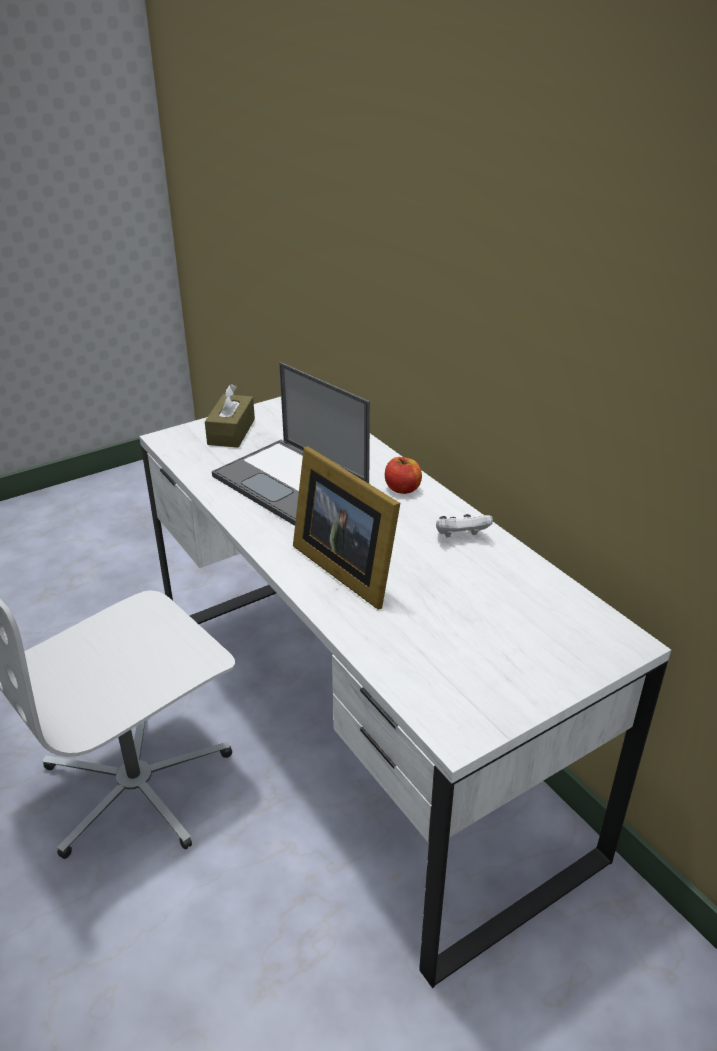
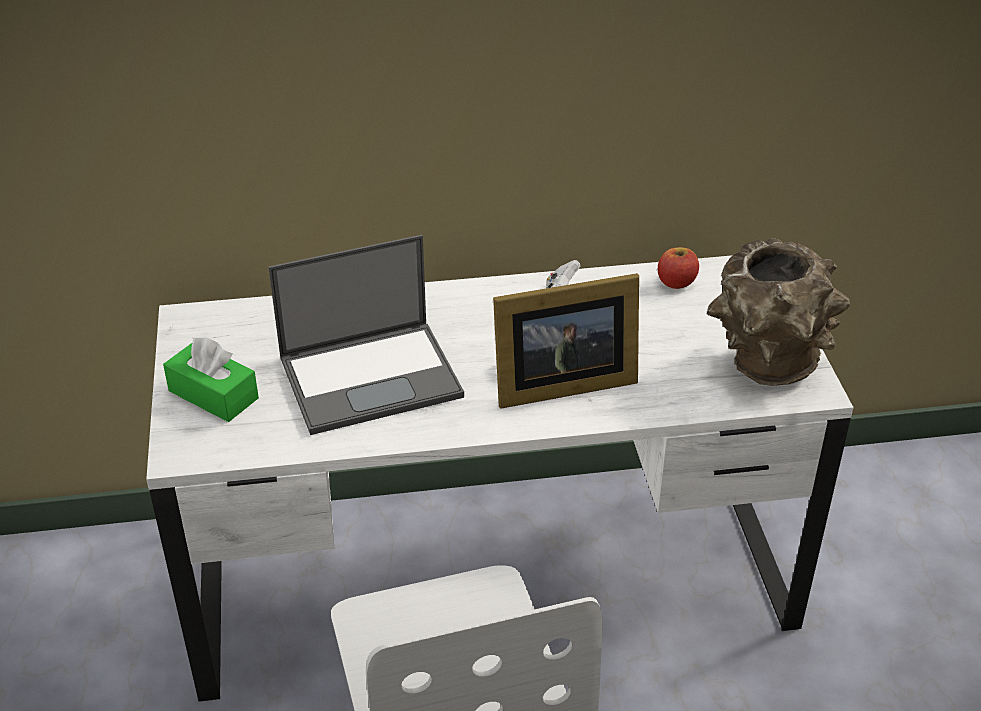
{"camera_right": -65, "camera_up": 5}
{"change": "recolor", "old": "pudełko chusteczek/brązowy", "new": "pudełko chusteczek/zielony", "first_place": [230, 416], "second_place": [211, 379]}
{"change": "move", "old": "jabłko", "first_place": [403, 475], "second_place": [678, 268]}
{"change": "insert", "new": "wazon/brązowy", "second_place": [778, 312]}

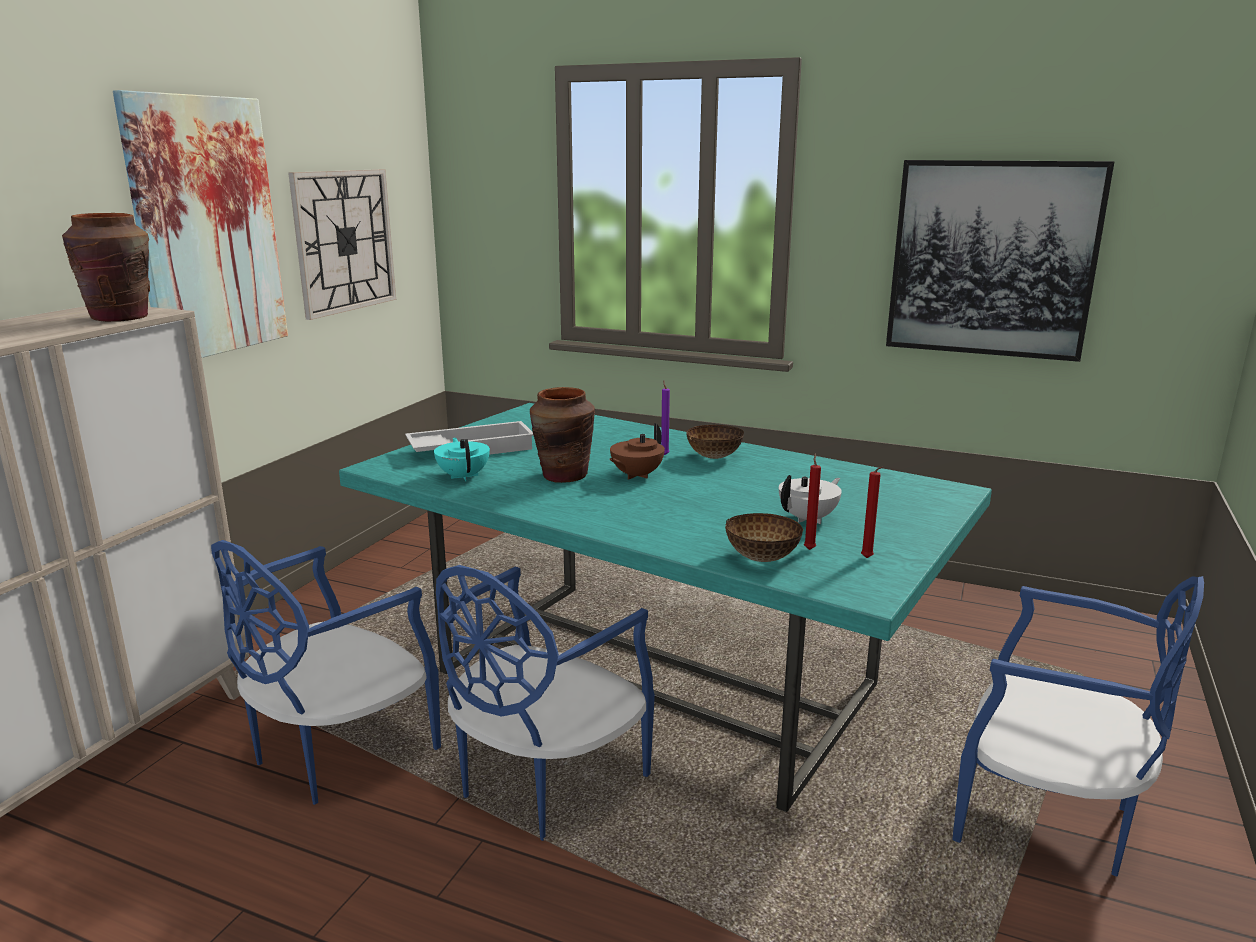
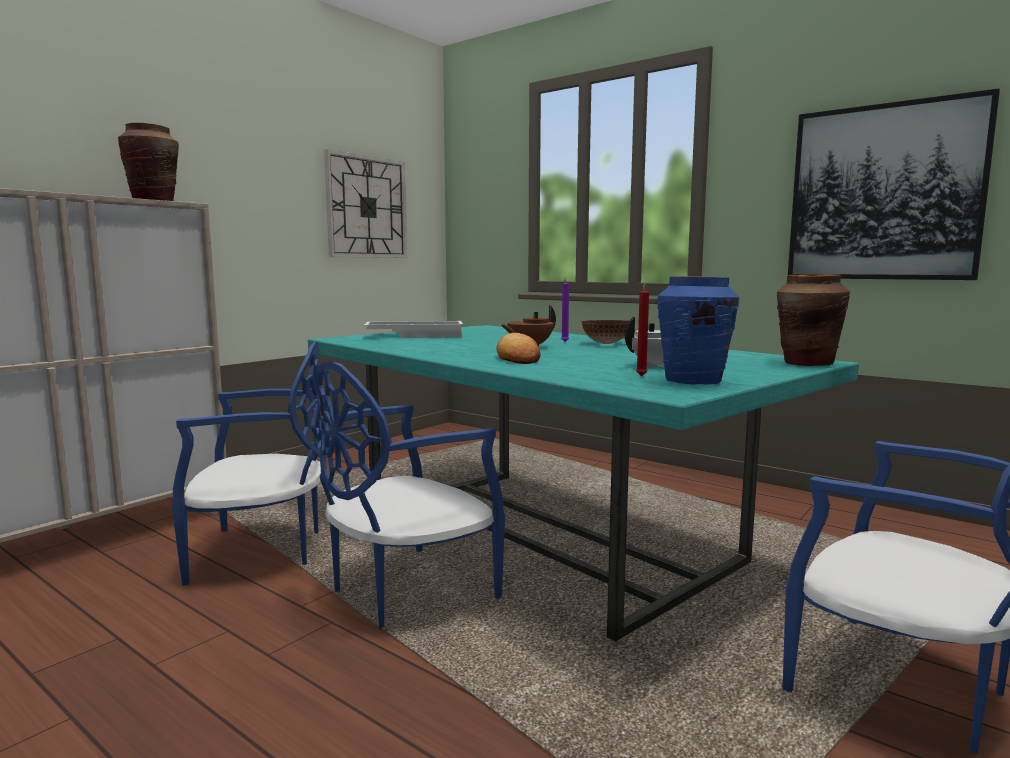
{"camera_right": 15, "camera_up": -10}
{"change": "rotate", "old": "krzesło/niebieski", "first_place": [326, 672], "second_place": [247, 463], "degrees": -150}
{"change": "insert", "new": "chleb", "second_place": [518, 348]}
{"change": "replace", "old": "świeca/czerwony", "new": "wazon/niebieski", "first_place": [872, 512], "second_place": [698, 330]}
{"change": "move", "old": "wazon/brązowy", "first_place": [562, 435], "second_place": [813, 320]}
{"change": "delete", "old": "obraz", "first_place": [200, 224]}
{"change": "delete", "old": "imbryk/turkusowy", "first_place": [462, 459]}
{"change": "delete", "old": "miska", "first_place": [764, 537]}

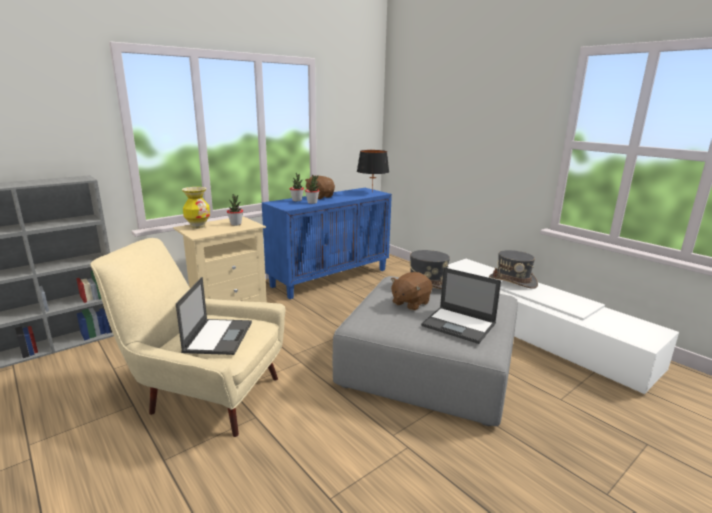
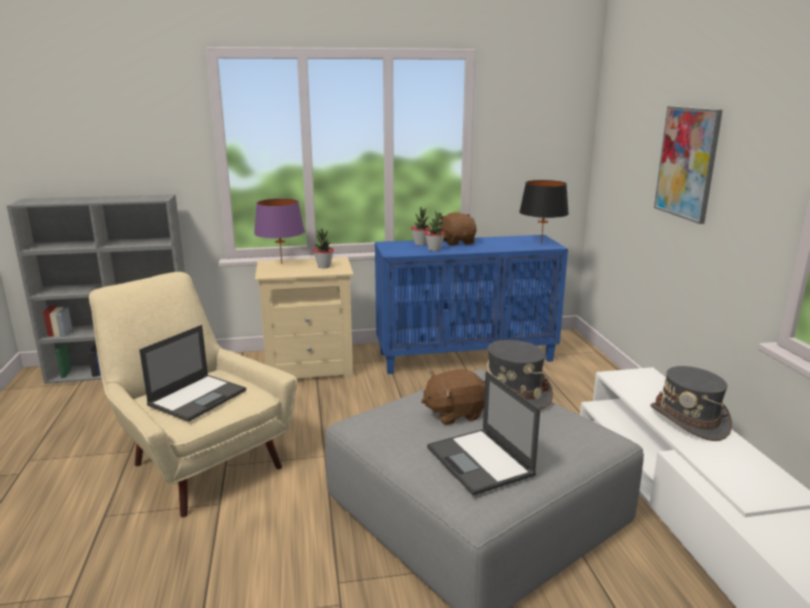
{"camera_right": 30, "camera_up": 0}
{"change": "replace", "old": "wazon", "new": "lampa stołowa/fioletowy", "first_place": [196, 208], "second_place": [279, 231]}
{"change": "insert", "new": "obraz", "second_place": [688, 165]}

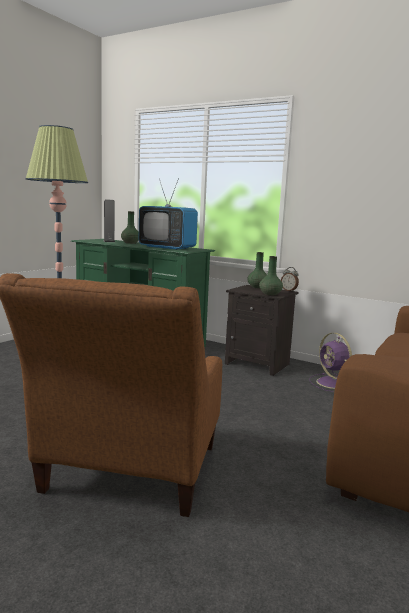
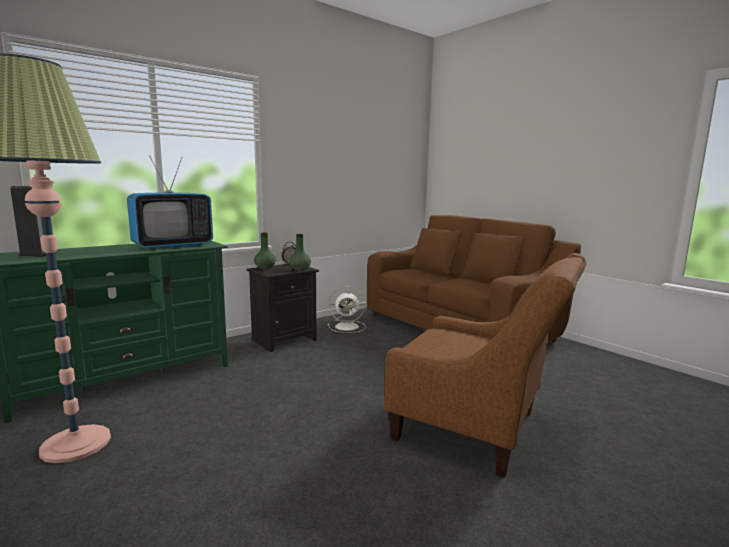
{"camera_right": -70, "camera_up": 0}
{"change": "recolor", "old": "wentylator/fioletowy", "new": "wentylator/biały", "first_place": [330, 362], "second_place": [347, 309]}
{"change": "delete", "old": "wazon/zielony", "first_place": [130, 227]}

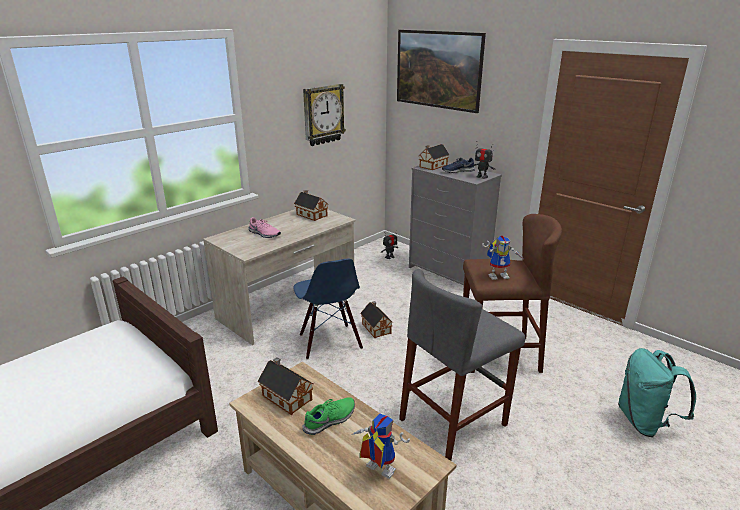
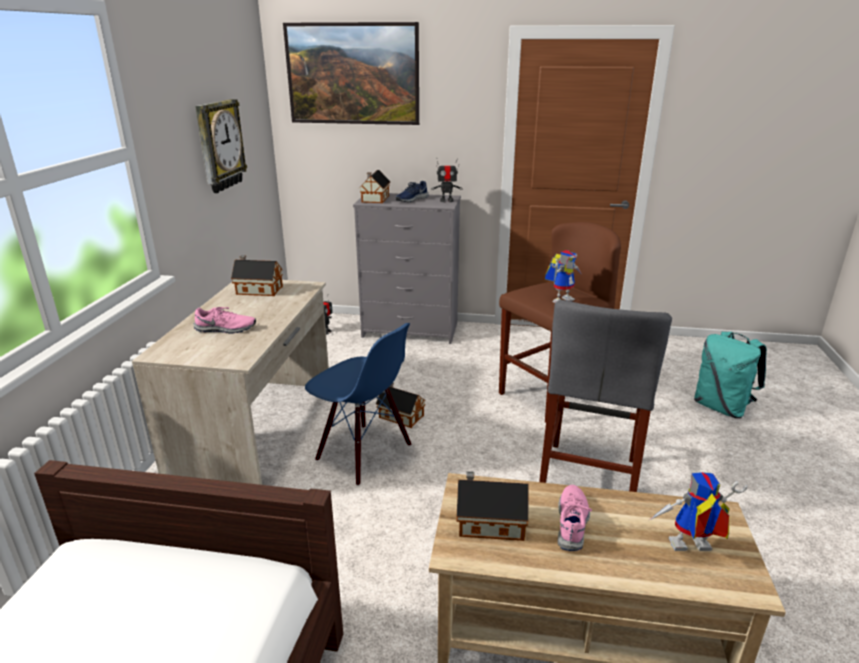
{"camera_right": -35, "camera_up": 0}
{"change": "recolor", "old": "but/zielony", "new": "but/różowy", "first_place": [328, 416], "second_place": [575, 518]}

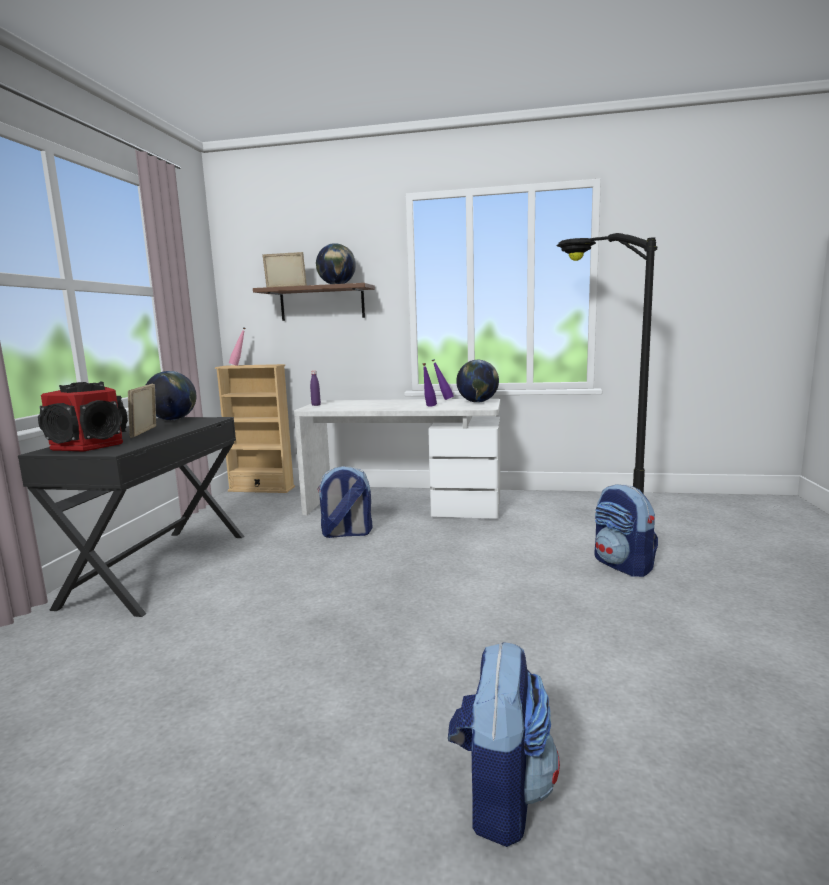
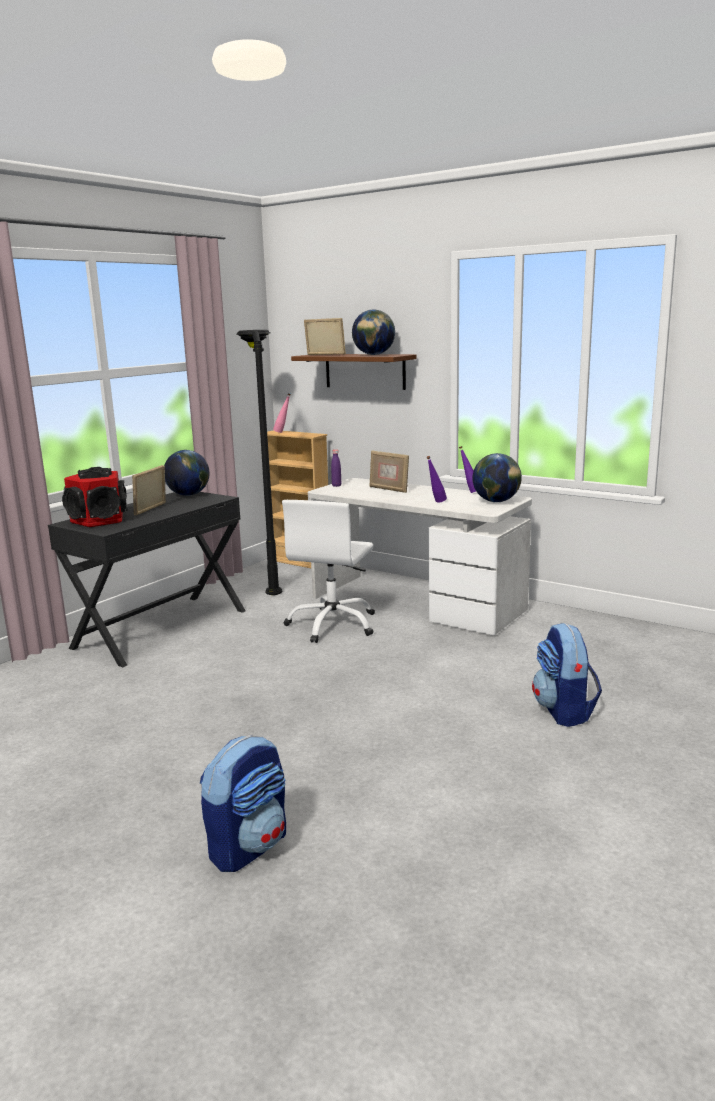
{"camera_right": 25, "camera_up": 5}
{"change": "move", "old": "lampa stojąca/czarny", "first_place": [606, 363], "second_place": [259, 462]}
{"change": "replace", "old": "plecak", "new": "krzesło biurowe/biały", "first_place": [345, 502], "second_place": [328, 571]}
{"change": "insert", "new": "ramka na zdjęcie", "second_place": [389, 472]}

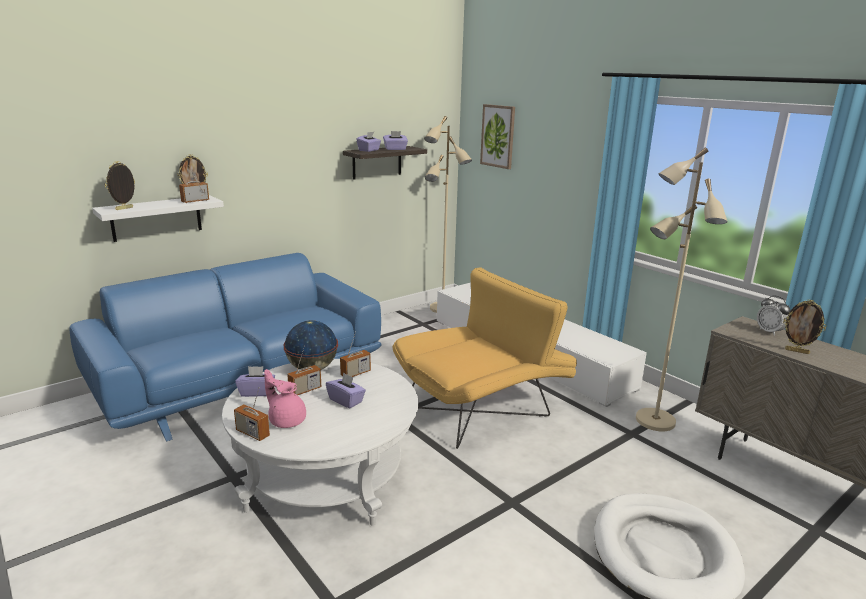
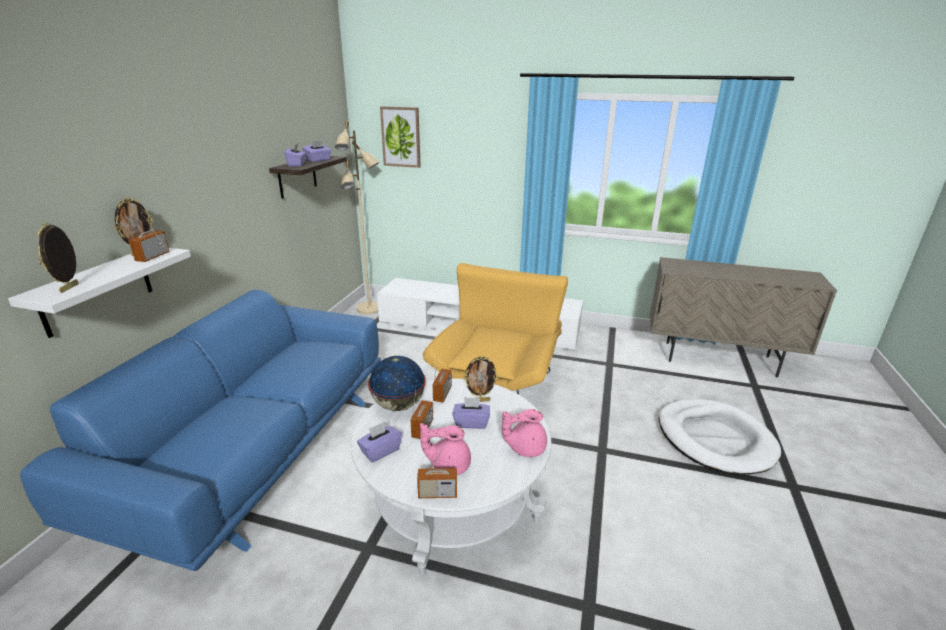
{"camera_right": -35, "camera_up": 5}
{"change": "move", "old": "ramka na zdjęcie", "first_place": [805, 327], "second_place": [481, 379]}
{"change": "insert", "new": "imbryk/różowy", "second_place": [524, 433]}
{"change": "delete", "old": "lampa stojąca/beżowy", "first_place": [681, 289]}
{"change": "delete", "old": "budzik", "first_place": [773, 315]}

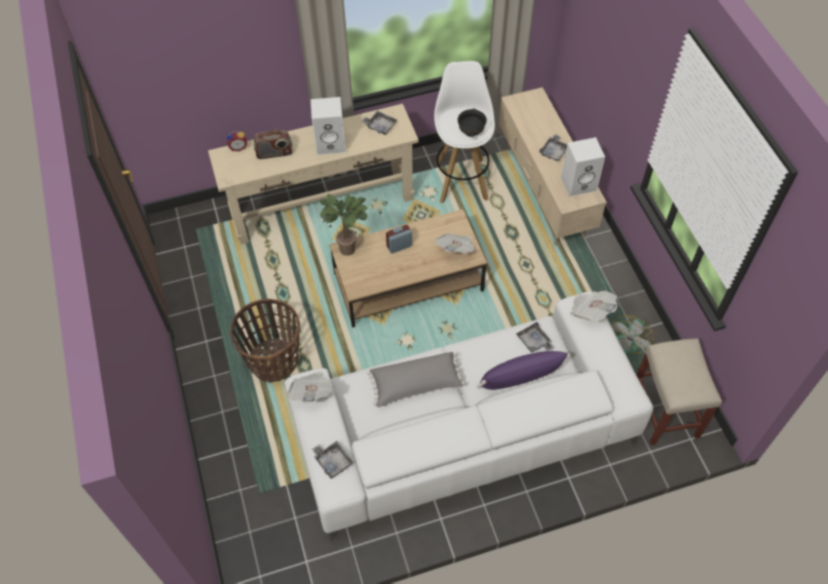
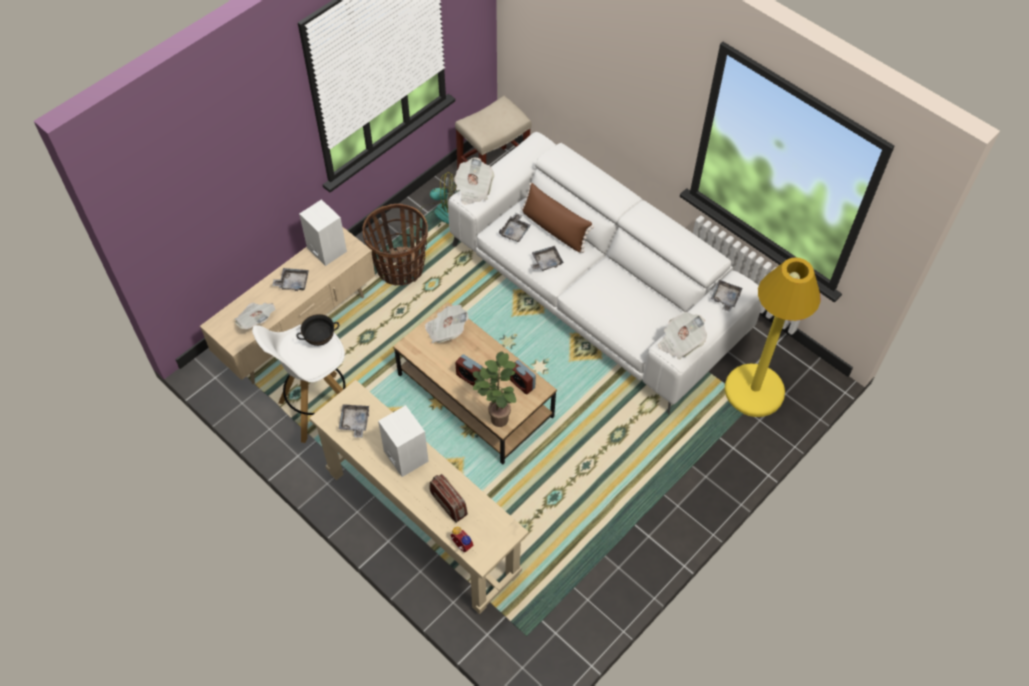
{"camera_right": -120, "camera_up": 0}
{"change": "insert", "new": "gazeta", "second_place": [254, 315]}
{"change": "move", "old": "koszyk", "first_place": [265, 341], "second_place": [395, 244]}
{"change": "insert", "new": "budzik", "second_place": [523, 377]}
{"change": "recolor", "old": "poduszka/fioletowy", "new": "poduszka/brązowy", "first_place": [524, 370], "second_place": [557, 218]}
{"change": "insert", "new": "taca/szary", "second_place": [547, 258]}
{"change": "insert", "new": "lampa stojąca/żółty", "second_place": [773, 337]}
{"change": "delete", "old": "poduszka/szary", "first_place": [416, 379]}

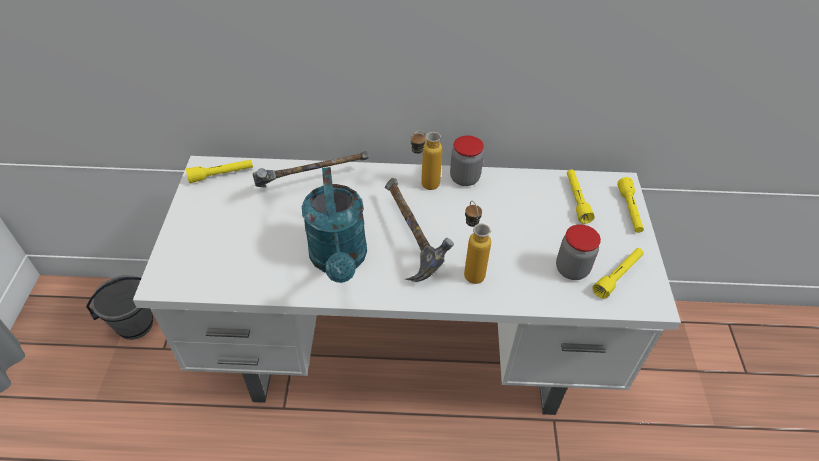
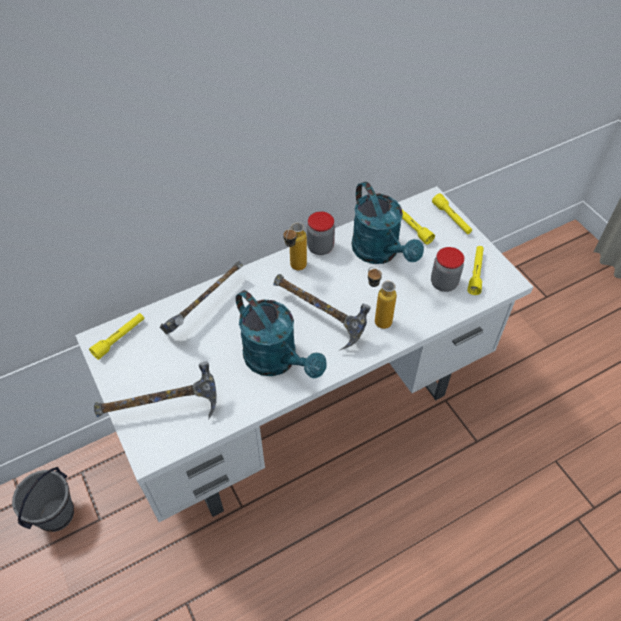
{"camera_right": -30, "camera_up": 5}
{"change": "insert", "new": "młotek", "second_place": [155, 391]}
{"change": "insert", "new": "konewka/turkusowy", "second_place": [388, 223]}

